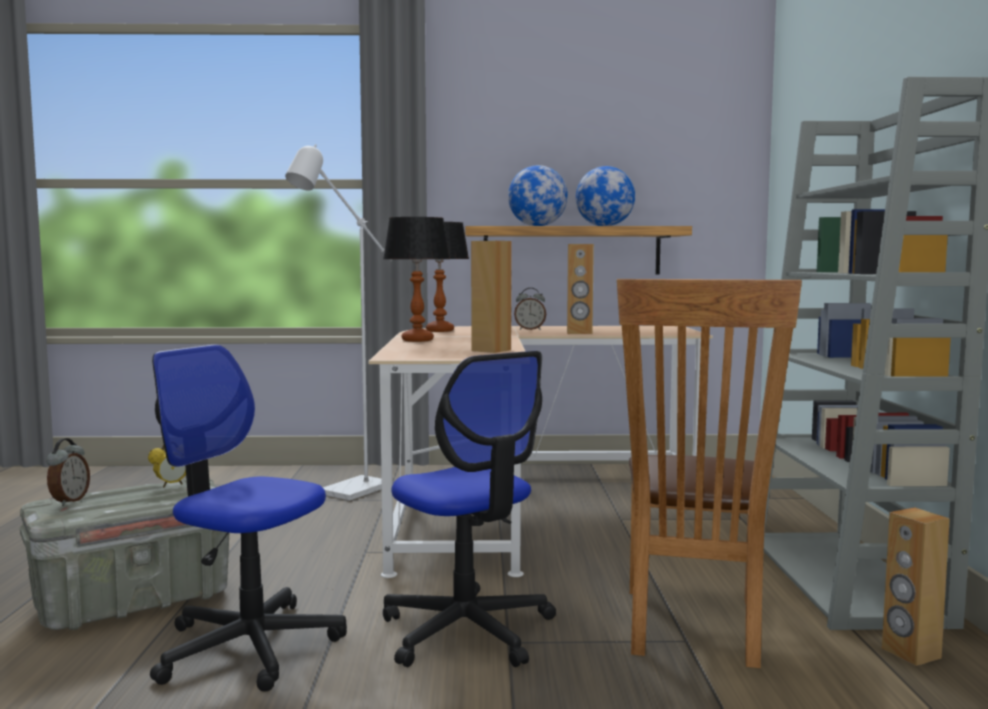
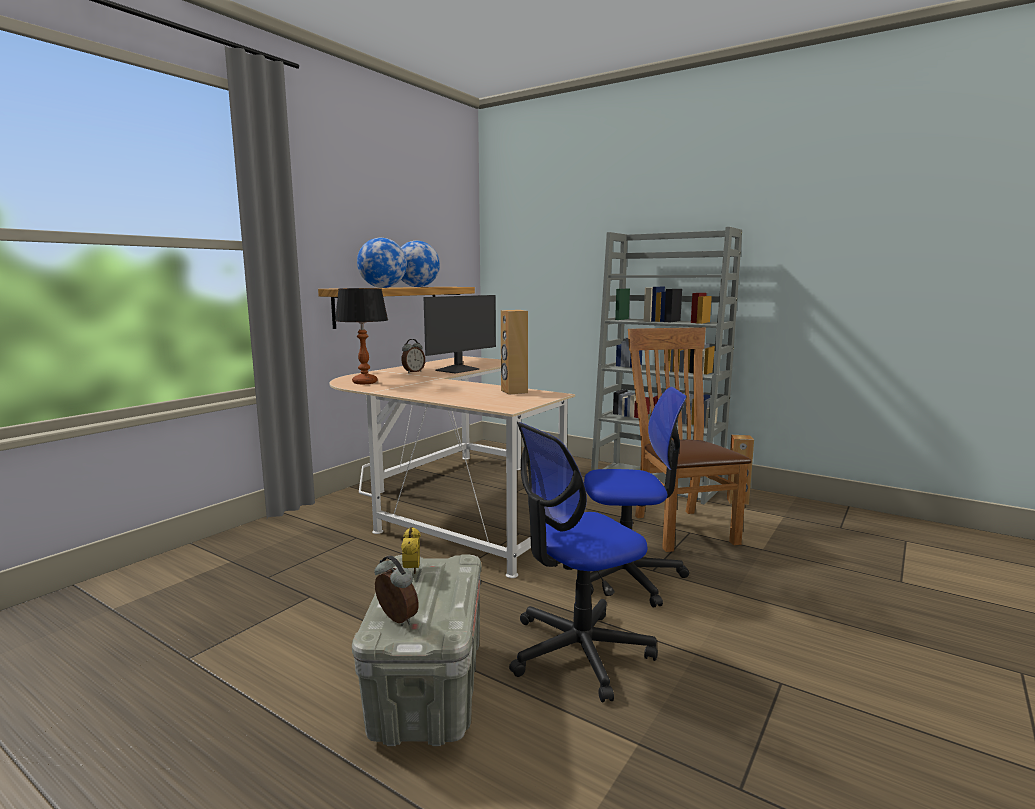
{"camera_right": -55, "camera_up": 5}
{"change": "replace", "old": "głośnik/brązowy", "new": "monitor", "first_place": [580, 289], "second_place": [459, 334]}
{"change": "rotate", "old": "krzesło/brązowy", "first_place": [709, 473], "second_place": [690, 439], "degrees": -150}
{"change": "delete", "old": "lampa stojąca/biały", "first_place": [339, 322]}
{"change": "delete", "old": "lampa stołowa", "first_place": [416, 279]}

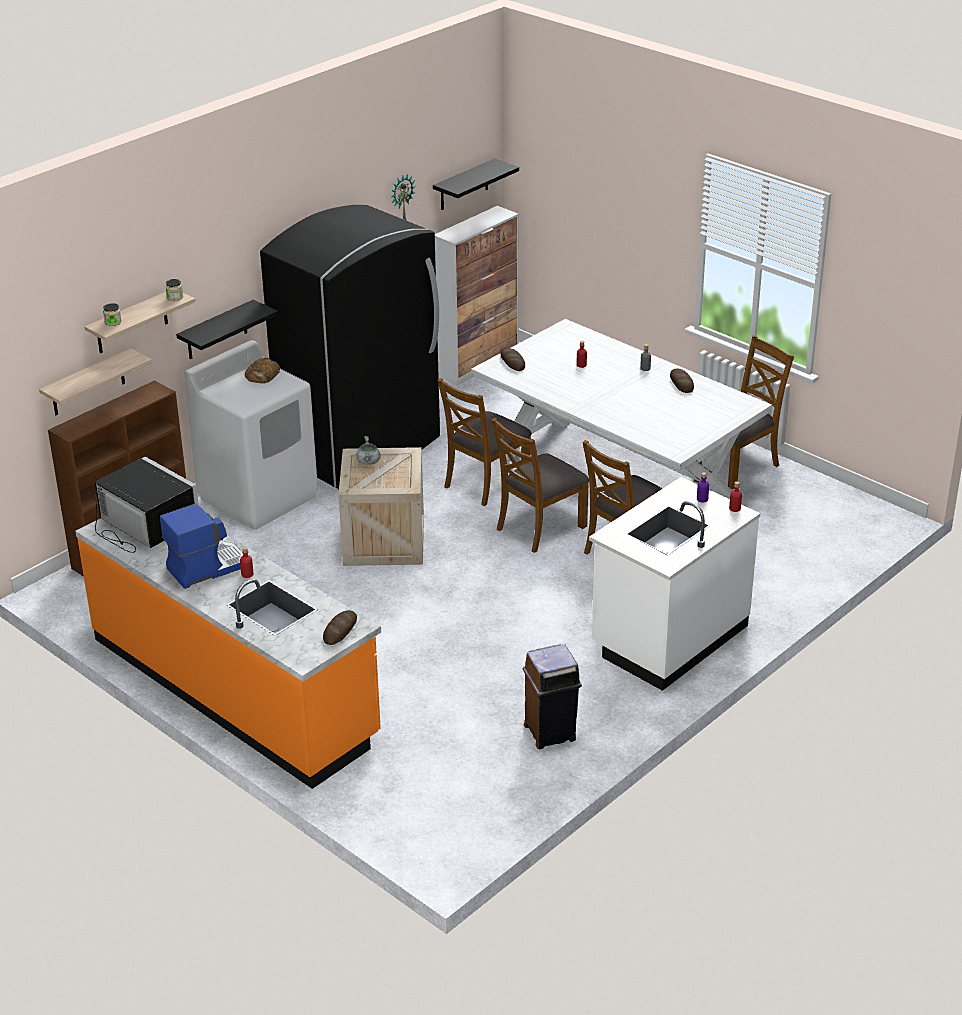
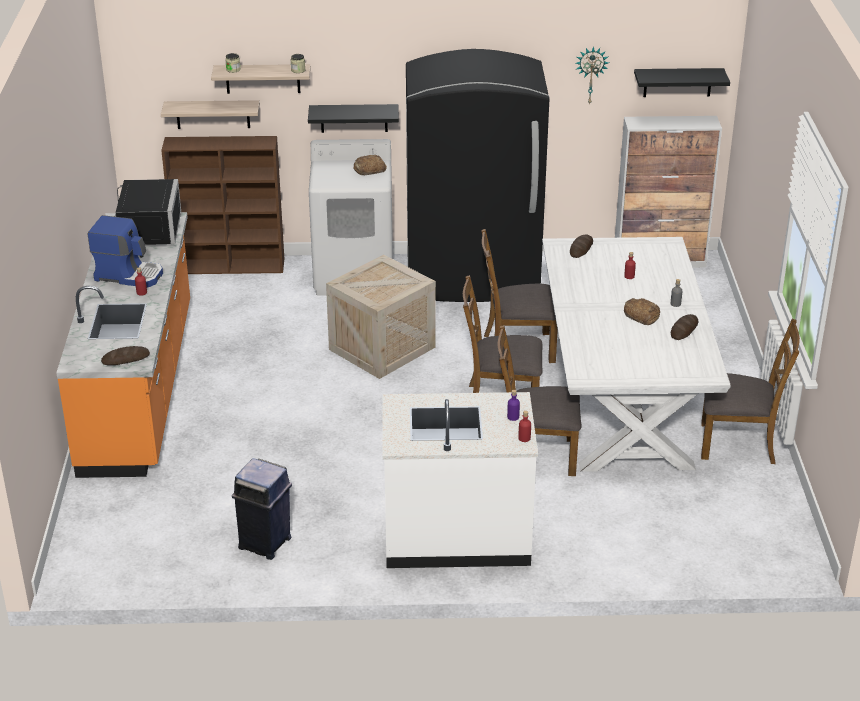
{"camera_right": 45, "camera_up": 0}
{"change": "recolor", "old": "kosz na śmieci/brązowy", "new": "kosz na śmieci/niebieski", "first_place": [552, 696], "second_place": [262, 509]}
{"change": "insert", "new": "chleb", "second_place": [642, 311]}
{"change": "delete", "old": "garnek/szary", "first_place": [368, 450]}

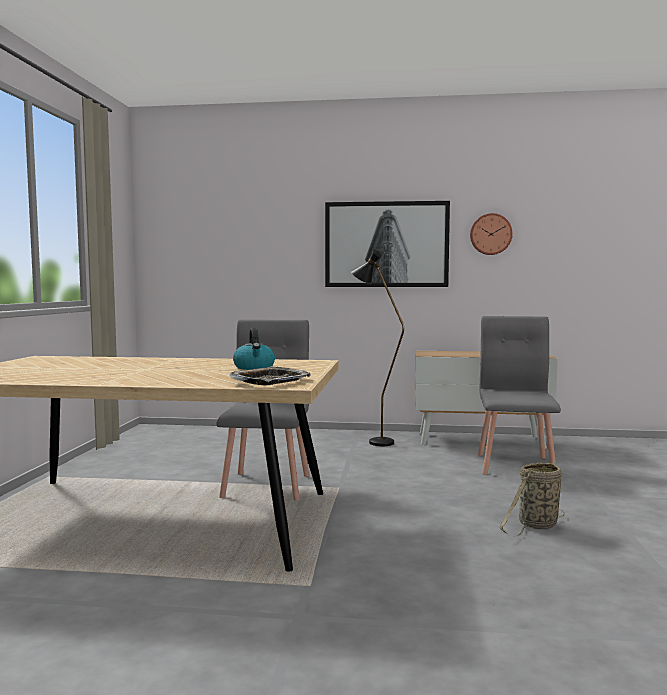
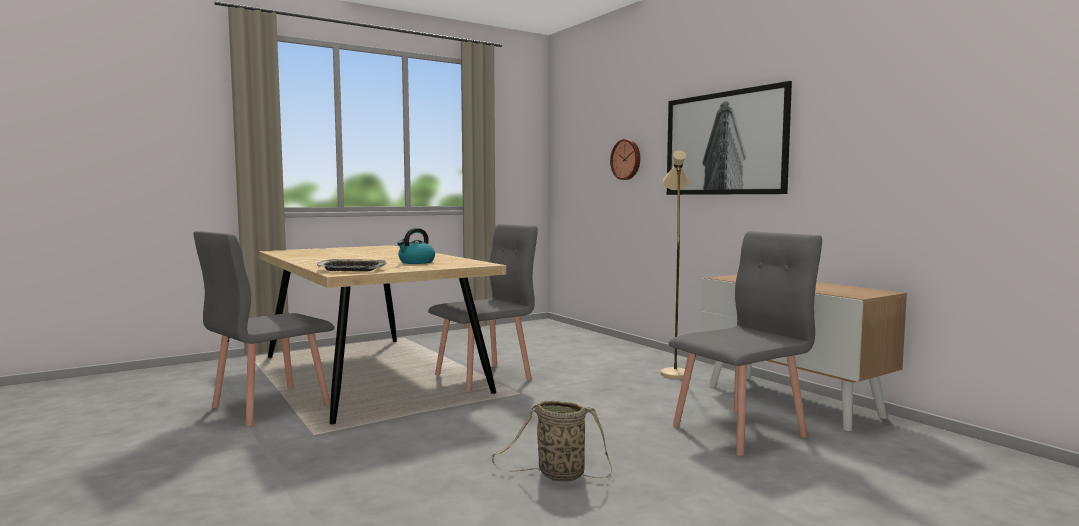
{"camera_right": 50, "camera_up": 0}
{"change": "insert", "new": "krzesło/szary", "second_place": [264, 328]}
{"change": "move", "old": "zegar ścienny", "first_place": [491, 234], "second_place": [625, 159]}
{"change": "recolor", "old": "lampa stojąca/czarny", "new": "lampa stojąca/beżowy", "first_place": [377, 347], "second_place": [675, 264]}

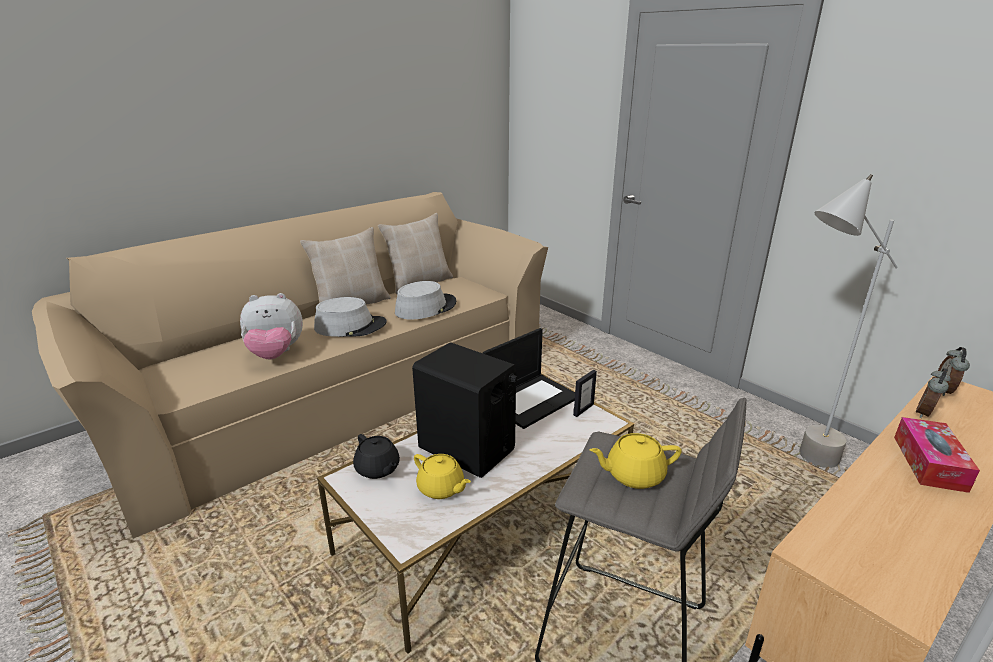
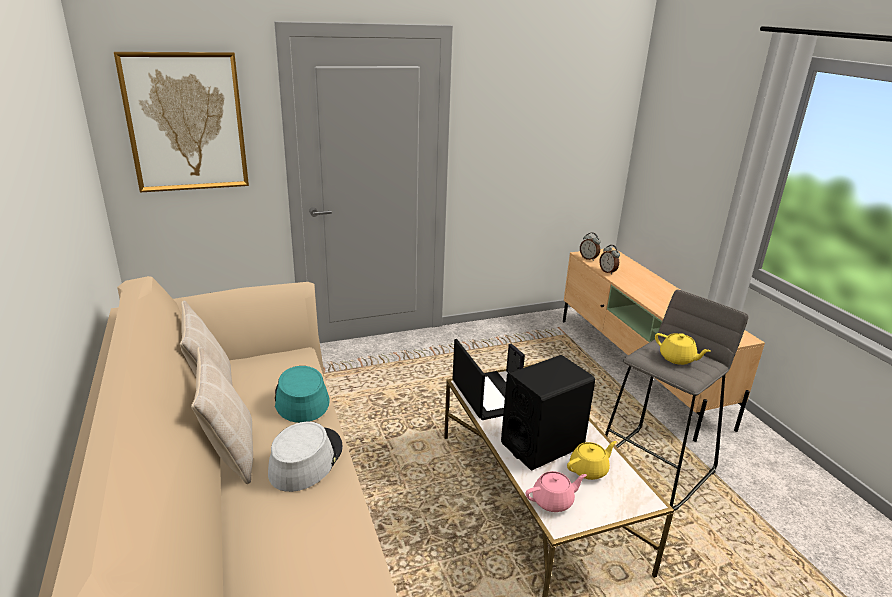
{"camera_right": -70, "camera_up": 0}
{"change": "insert", "new": "obraz", "second_place": [181, 122]}
{"change": "recolor", "old": "kapelusz/szary", "new": "kapelusz/turkusowy", "first_place": [425, 300], "second_place": [302, 394]}
{"change": "recolor", "old": "imbryk/czarny", "new": "imbryk/różowy", "first_place": [376, 456], "second_place": [556, 491]}
{"change": "rotate", "old": "imbryk/żółty", "first_place": [636, 461], "second_place": [683, 349], "degrees": -60}
{"change": "delete", "old": "pluszak", "first_place": [271, 326]}
{"change": "delete", "old": "lampa stojąca/szary", "first_place": [848, 321]}
{"change": "delete", "old": "pudełko chusteczek", "first_place": [937, 455]}

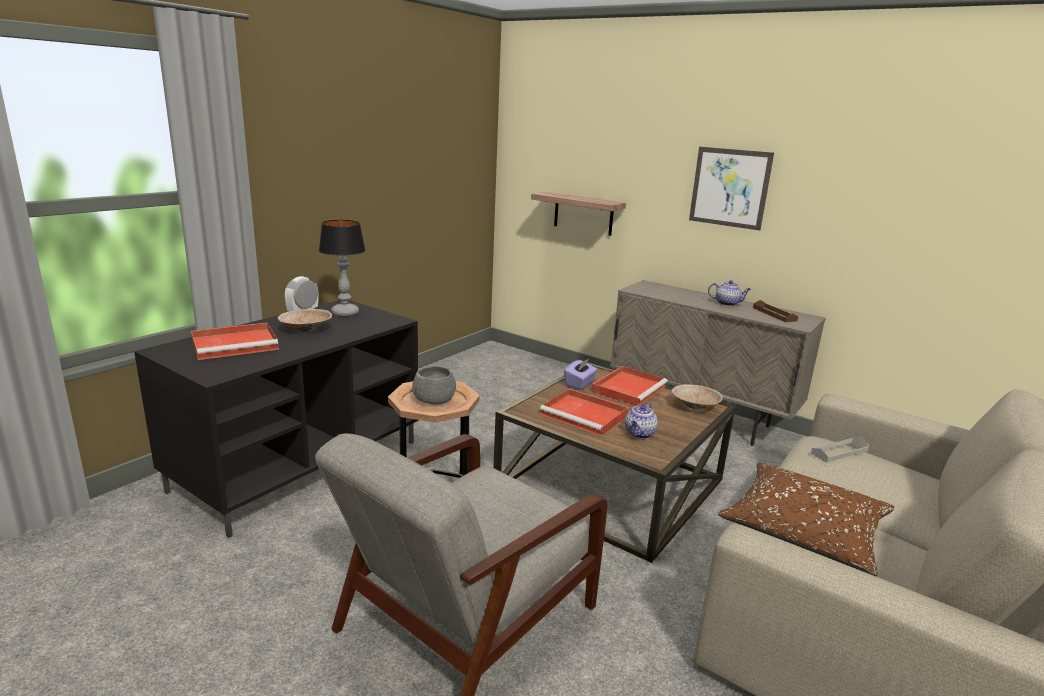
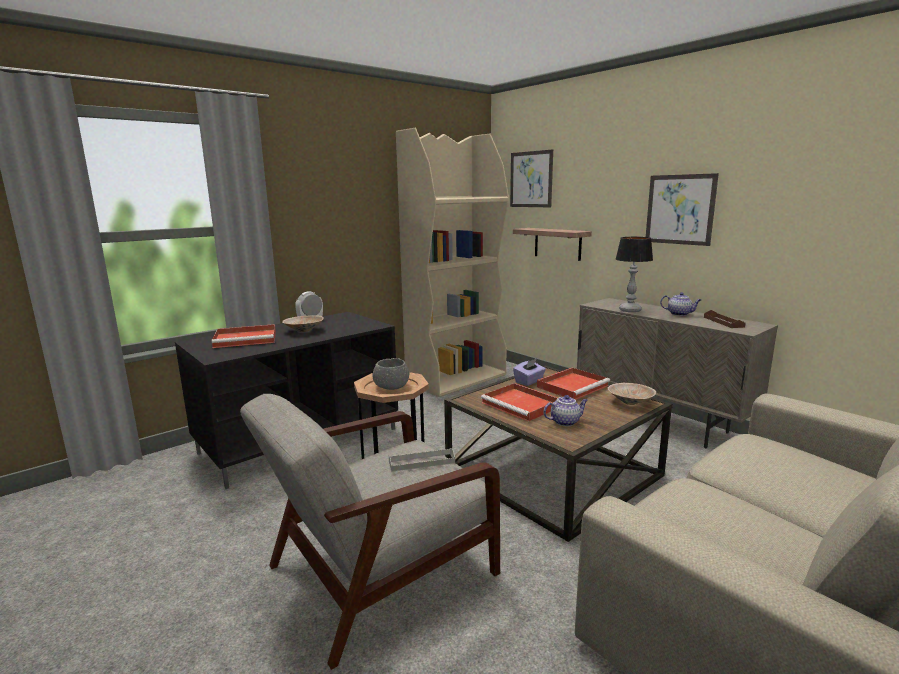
{"camera_right": 15, "camera_up": -5}
{"change": "move", "old": "taca/szary", "first_place": [840, 450], "second_place": [422, 460]}
{"change": "insert", "new": "regał/beżowy", "second_place": [452, 262]}
{"change": "insert", "new": "obraz", "second_place": [531, 178]}
{"change": "rotate", "old": "imbryk", "first_place": [641, 421], "second_place": [565, 410], "degrees": -150}
{"change": "move", "old": "lampa stołowa", "first_place": [342, 268], "second_place": [634, 274]}
{"change": "delete", "old": "poduszka/brązowy", "first_place": [806, 519]}

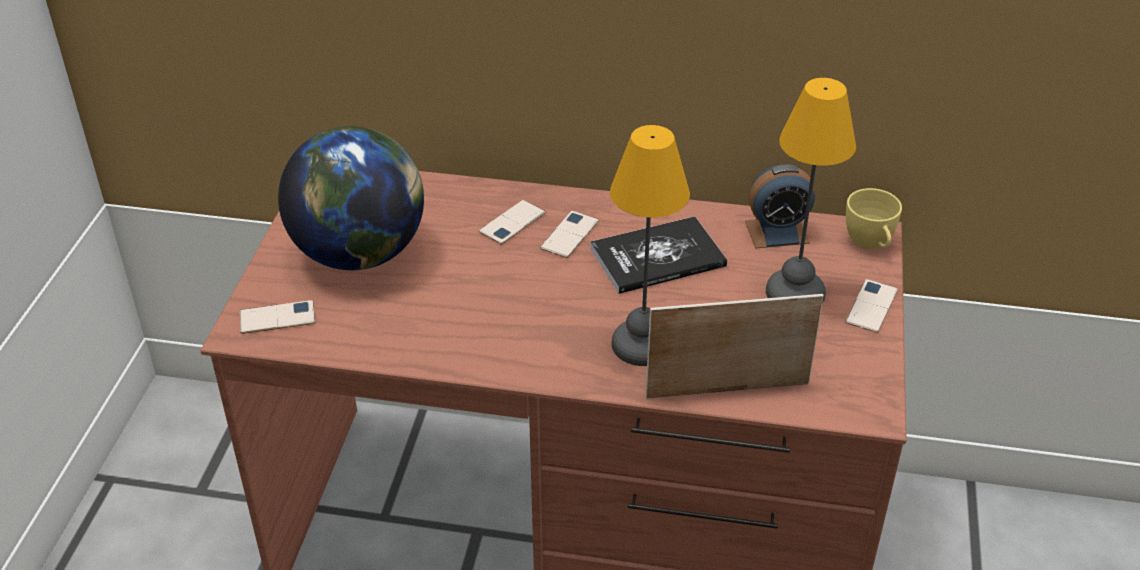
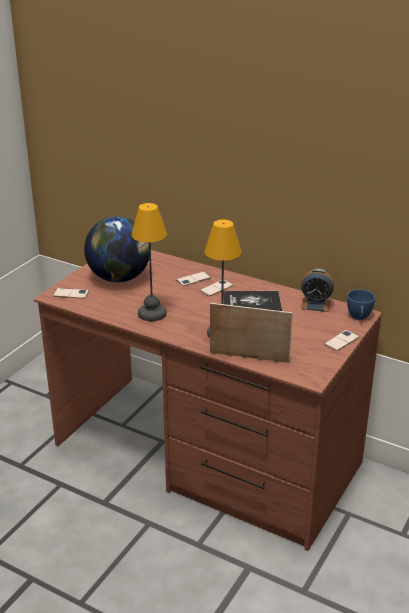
{"camera_right": 20, "camera_up": -10}
{"change": "move", "old": "lampa stołowa", "first_place": [811, 190], "second_place": [149, 262]}
{"change": "recolor", "old": "filiżanka/żółty", "new": "filiżanka/niebieski", "first_place": [874, 218], "second_place": [361, 304]}

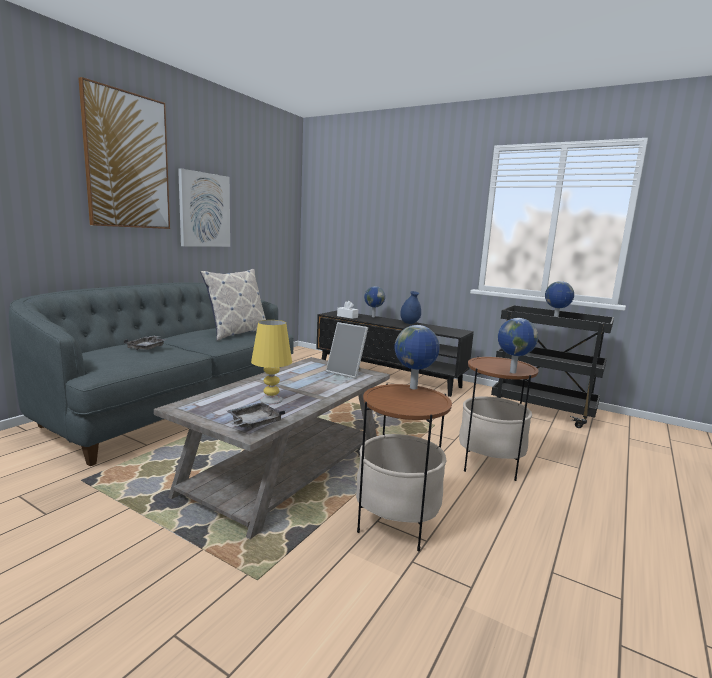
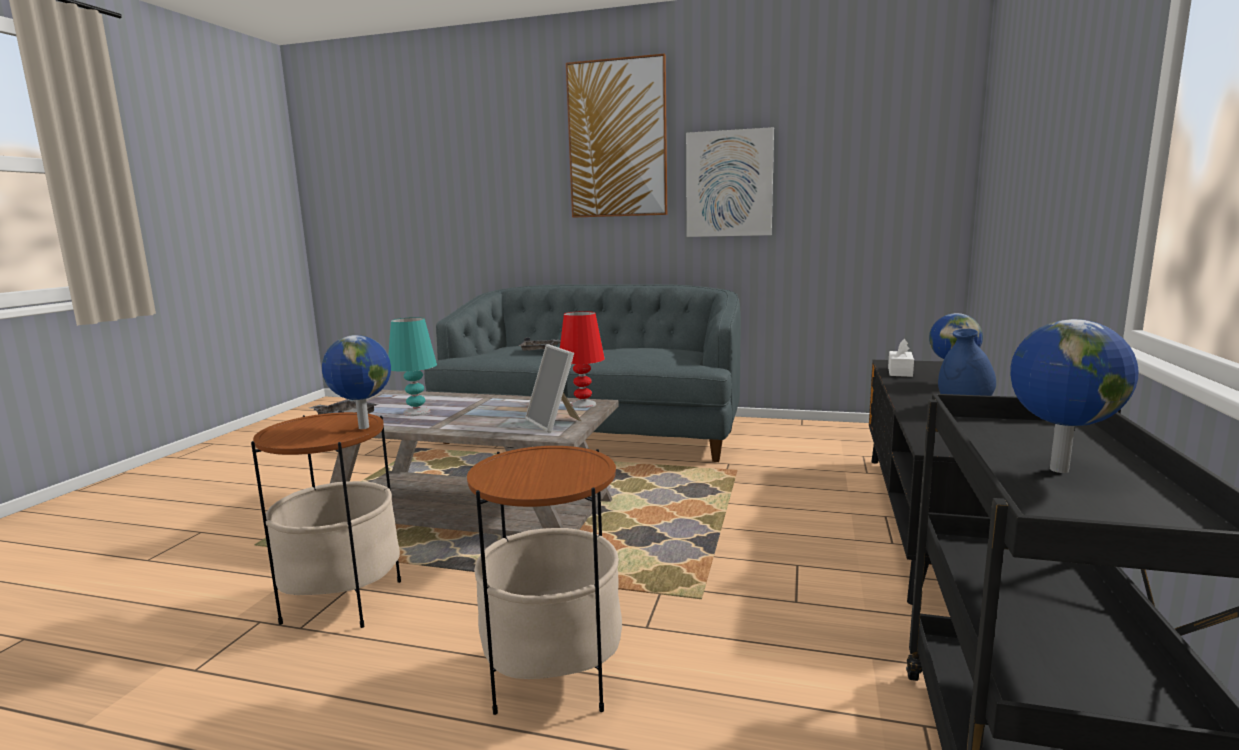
{"camera_right": 75, "camera_up": 0}
{"change": "recolor", "old": "lampa stołowa/żółty", "new": "lampa stołowa/turkusowy", "first_place": [271, 362], "second_place": [412, 366]}
{"change": "rotate", "old": "ramka na zdjęcie", "first_place": [347, 350], "second_place": [553, 388], "degrees": -45}
{"change": "insert", "new": "lampa stołowa/czerwony", "second_place": [582, 359]}
{"change": "delete", "old": "poduszka", "first_place": [233, 305]}
{"change": "delete", "old": "globus", "first_place": [518, 345]}

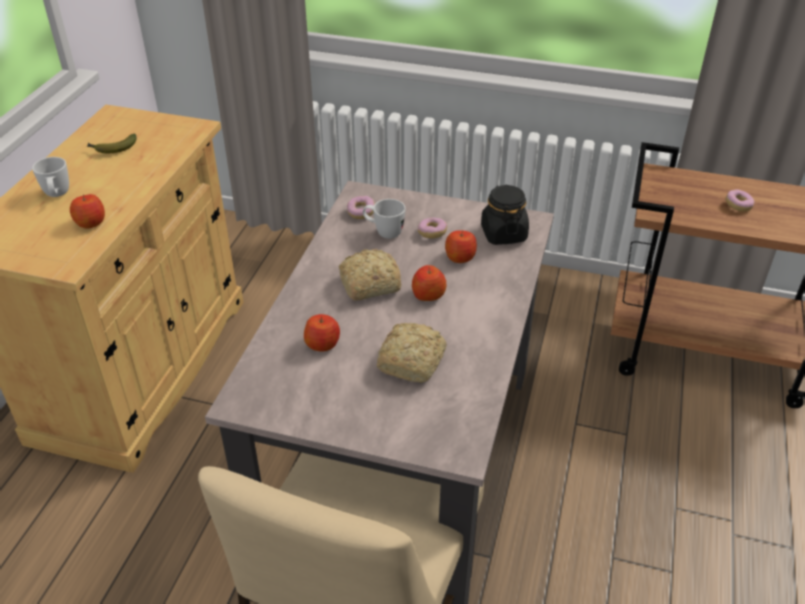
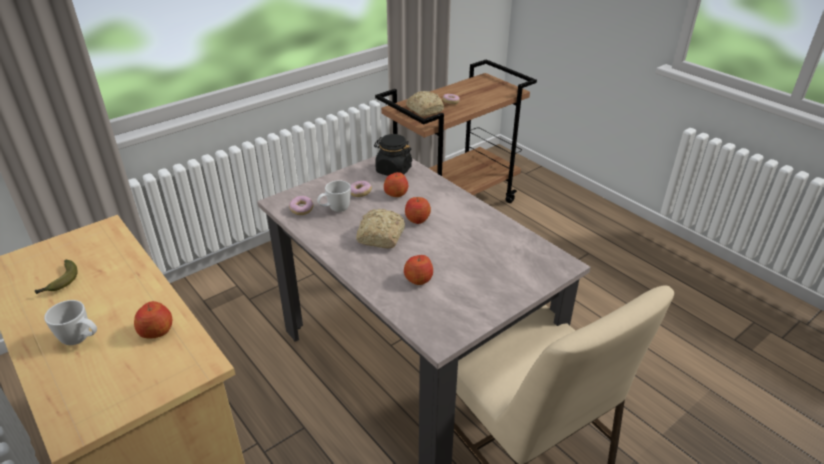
{"camera_right": -55, "camera_up": -5}
{"change": "move", "old": "chleb", "first_place": [412, 353], "second_place": [425, 104]}

